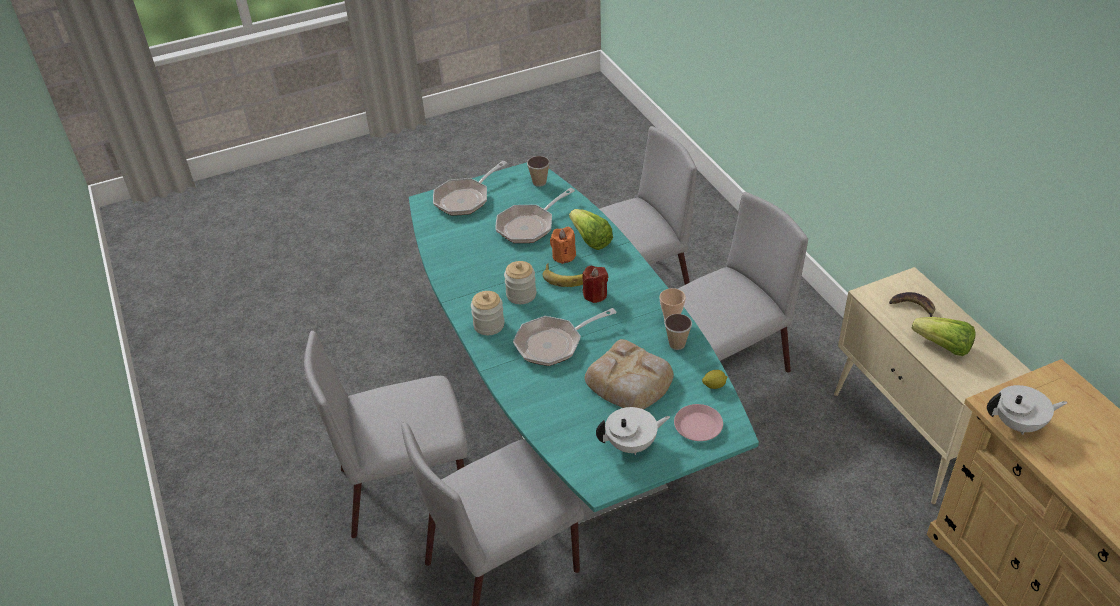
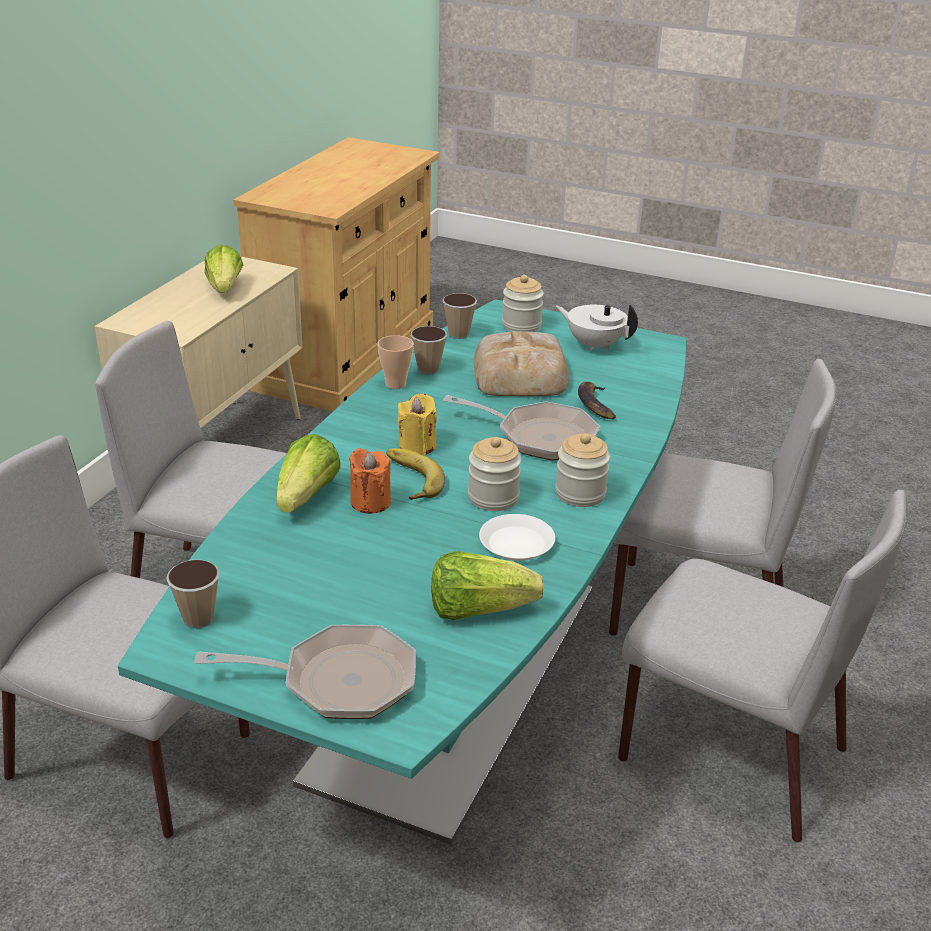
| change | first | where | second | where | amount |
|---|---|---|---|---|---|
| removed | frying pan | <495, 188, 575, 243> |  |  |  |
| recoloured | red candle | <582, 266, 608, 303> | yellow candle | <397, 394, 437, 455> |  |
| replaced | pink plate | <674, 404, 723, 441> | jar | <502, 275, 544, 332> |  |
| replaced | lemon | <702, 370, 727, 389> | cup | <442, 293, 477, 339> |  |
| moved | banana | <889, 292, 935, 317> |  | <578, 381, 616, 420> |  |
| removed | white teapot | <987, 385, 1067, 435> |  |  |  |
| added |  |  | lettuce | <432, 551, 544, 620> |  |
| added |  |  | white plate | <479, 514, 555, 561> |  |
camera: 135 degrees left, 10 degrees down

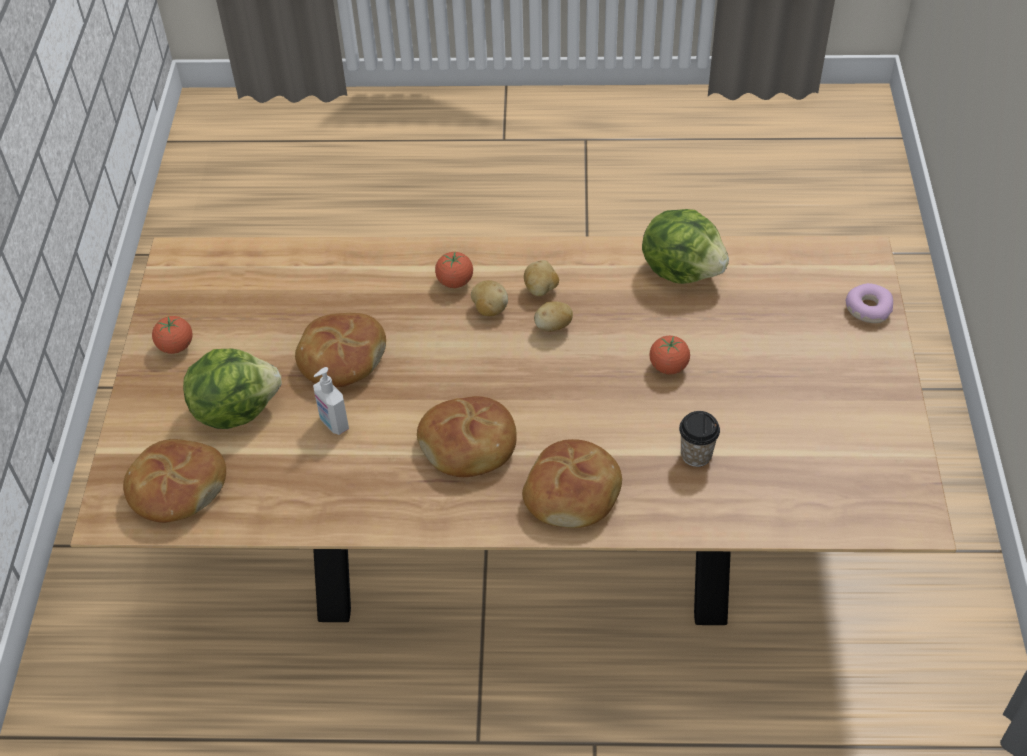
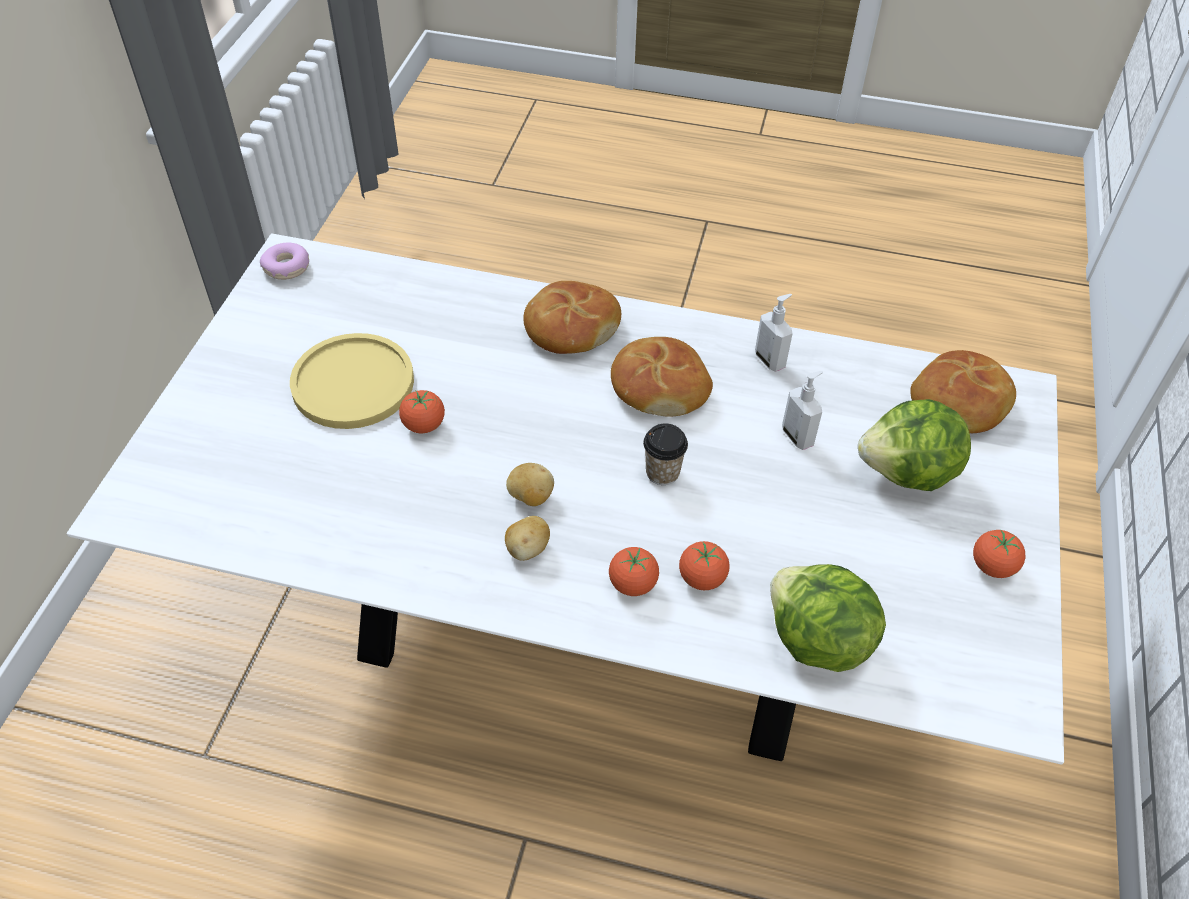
| change | first | where | second | where | amount |
|---|---|---|---|---|---|
| recoloured | brown dining table | <70, 236, 956, 625> | white dining table | <66, 233, 1064, 765> |  |
| removed | bread | <295, 313, 386, 387> |  |  |  |
| removed | potato | <471, 280, 508, 316> |  |  |  |
| moved | lettuce | <642, 209, 729, 284> |  | <770, 564, 886, 672> |  |
| moved | cup | <679, 411, 720, 467> |  | <643, 423, 688, 485> |  |
| moved | donut | <845, 283, 893, 323> |  | <260, 243, 309, 280> |  |
| added |  |  | yellow plate | <290, 333, 414, 429> |  |
| added |  |  | tomato | <679, 541, 729, 590> |  |
| added |  |  | soap dispenser | <755, 294, 793, 372> |  |
camera: 170 degrees left, 0 degrees up

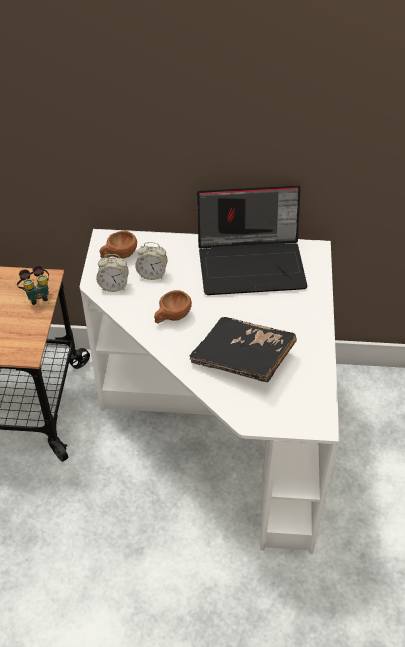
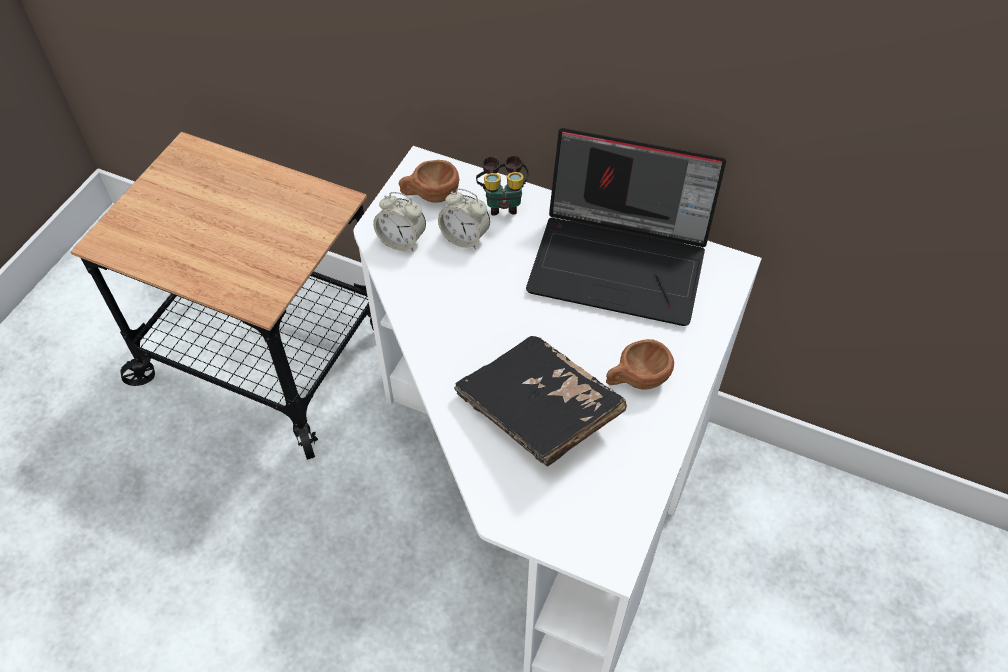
| change | first | where | second | where | amount |
|---|---|---|---|---|---|
| moved | binoculars | <17, 265, 49, 305> |  | <476, 155, 529, 216> |  |
| moved | brown cup | <154, 290, 192, 323> |  | <606, 339, 674, 389> |  |
camera: 20 degrees right, 5 degrees up

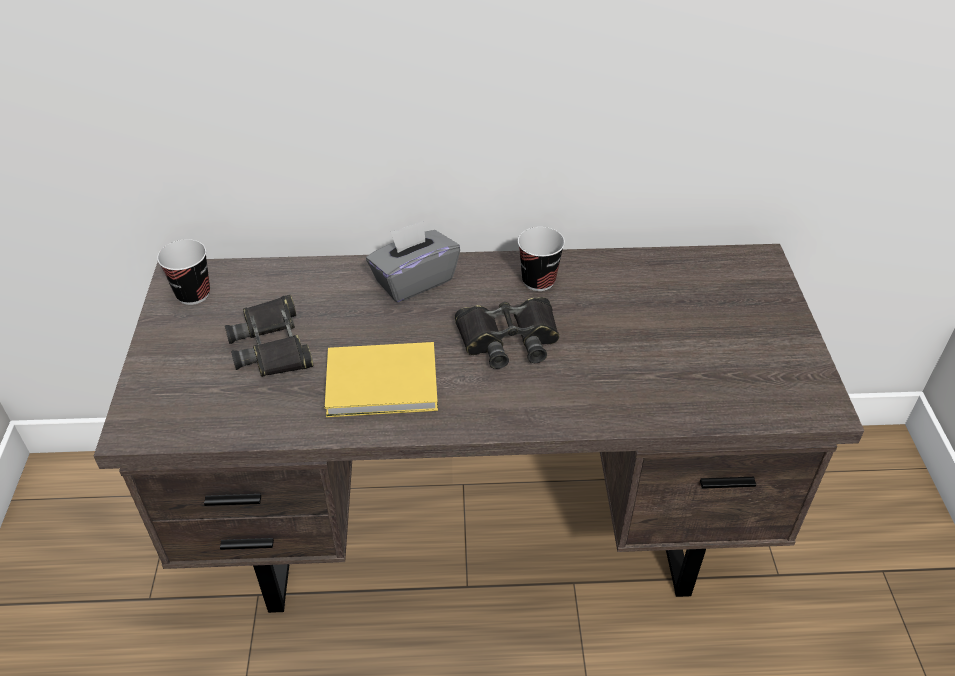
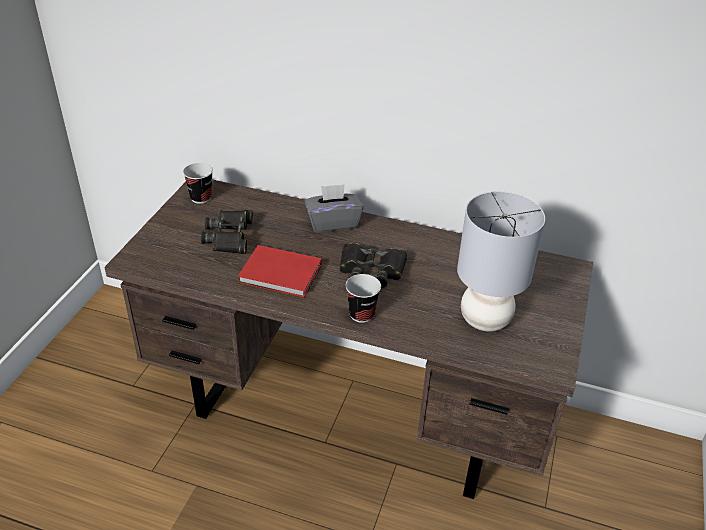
| change | first | where | second | where | amount |
|---|---|---|---|---|---|
| recoloured | yellow book | <325, 342, 438, 417> | red book | <238, 245, 322, 298> |  |
| moved | cup | <518, 227, 565, 291> |  | <345, 274, 381, 323> |  |
| added |  |  | grey table lamp | <457, 191, 545, 332> |  |
camera: 20 degrees right, 5 degrees down

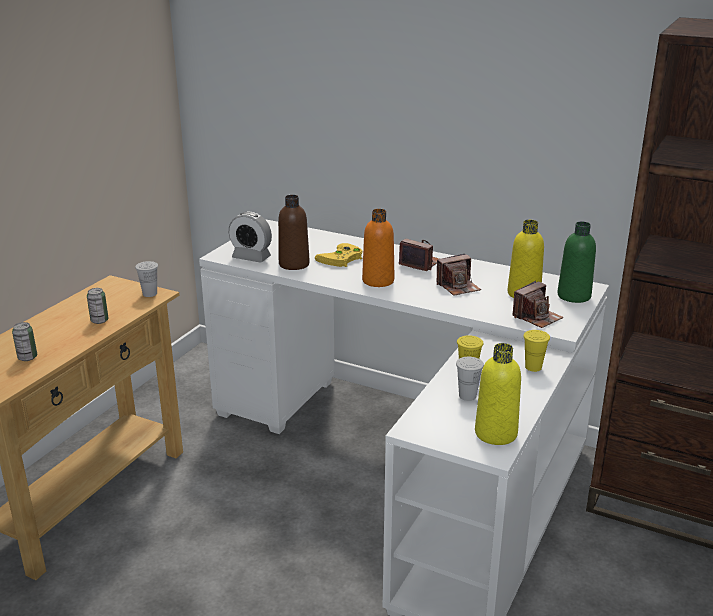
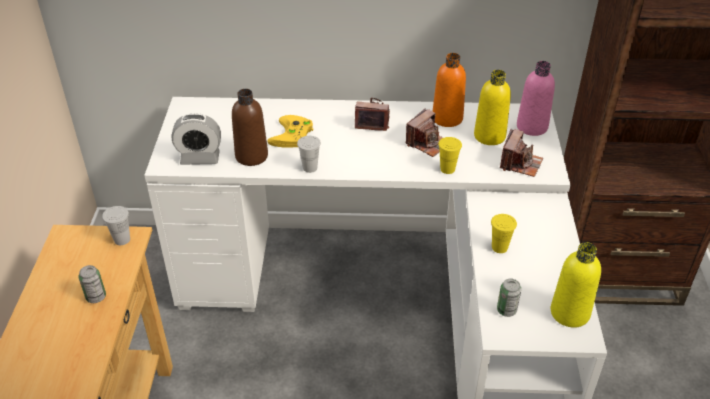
| change | first | where | second | where | amount |
|---|---|---|---|---|---|
| moved | can | <12, 322, 37, 361> |  | <497, 278, 521, 317> |  |
| moved | orange bottle | <362, 209, 394, 287> |  | <433, 53, 466, 127> |  |
| moved | white cup | <456, 357, 484, 401> |  | <297, 136, 321, 173> |  |
| moved | yellow cup | <523, 330, 550, 372> |  | <438, 137, 462, 174> |  |
| recoloured | green bottle | <557, 221, 596, 303> | pink bottle | <517, 61, 555, 136> |  |
camera: 25 degrees left, 15 degrees up

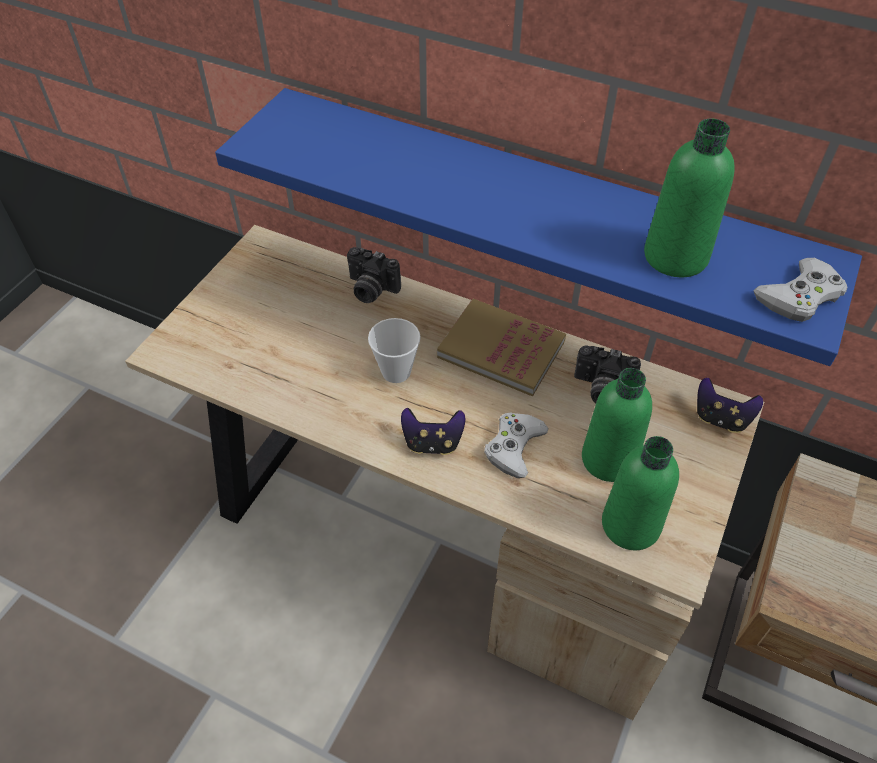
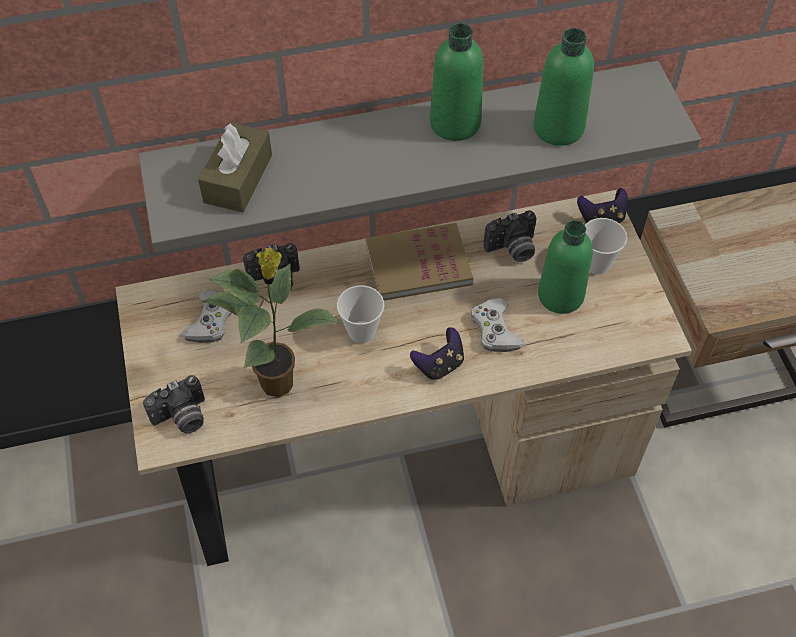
| change | first | where | second | where | amount |
|---|---|---|---|---|---|
| recoloured | blue shelf | <215, 88, 862, 366> | grey shelf | <138, 61, 701, 252> |  |
| moved | green bottle | <602, 436, 679, 550> |  | <430, 23, 484, 141> |  |
| moved | white game controller | <753, 258, 848, 322> |  | <181, 289, 232, 343> |  |
| added |  |  | photo camera | <143, 375, 205, 433> |  |
| added |  |  | brown tissue box | <198, 123, 272, 213> |  |
| added |  |  | potted plant | <201, 248, 341, 397> |  |
| added |  |  | cup | <585, 218, 627, 274> |  |
camera: 40 degrees left, 5 degrees up

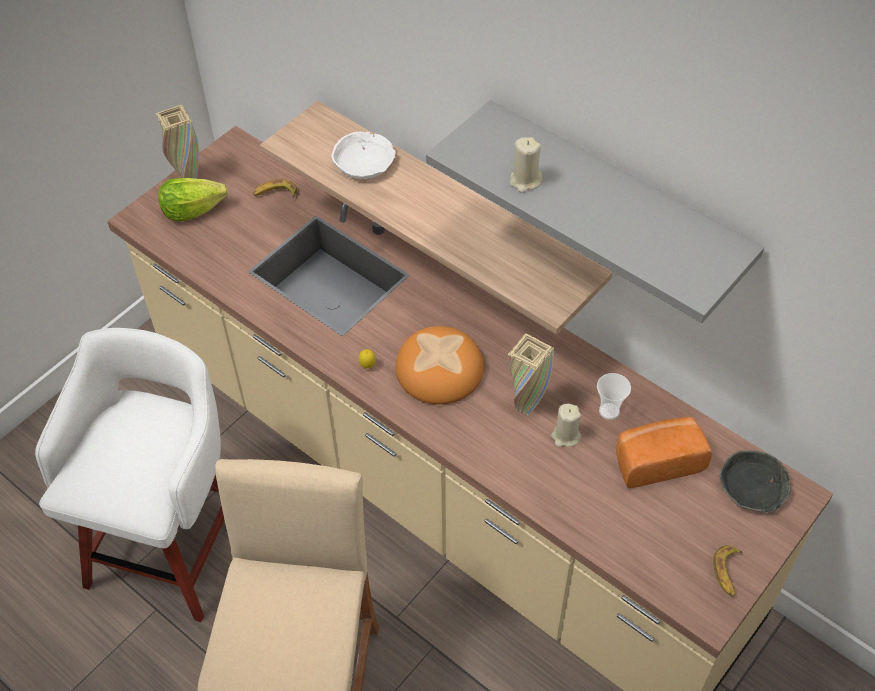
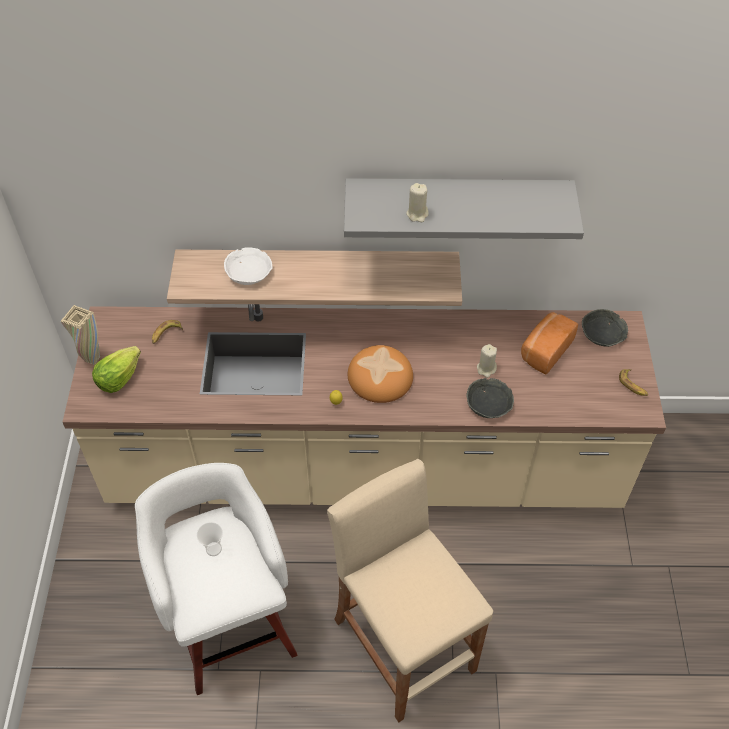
| change | first | where | second | where | amount |
|---|---|---|---|---|---|
| removed | beige vase | <507, 333, 554, 416> |  |  |  |
| moved | cup | <597, 373, 631, 420> |  | <197, 522, 223, 556> |  |
| added |  |  | grey bowl | <466, 378, 514, 418> |  |
camera: 40 degrees left, 0 degrees up

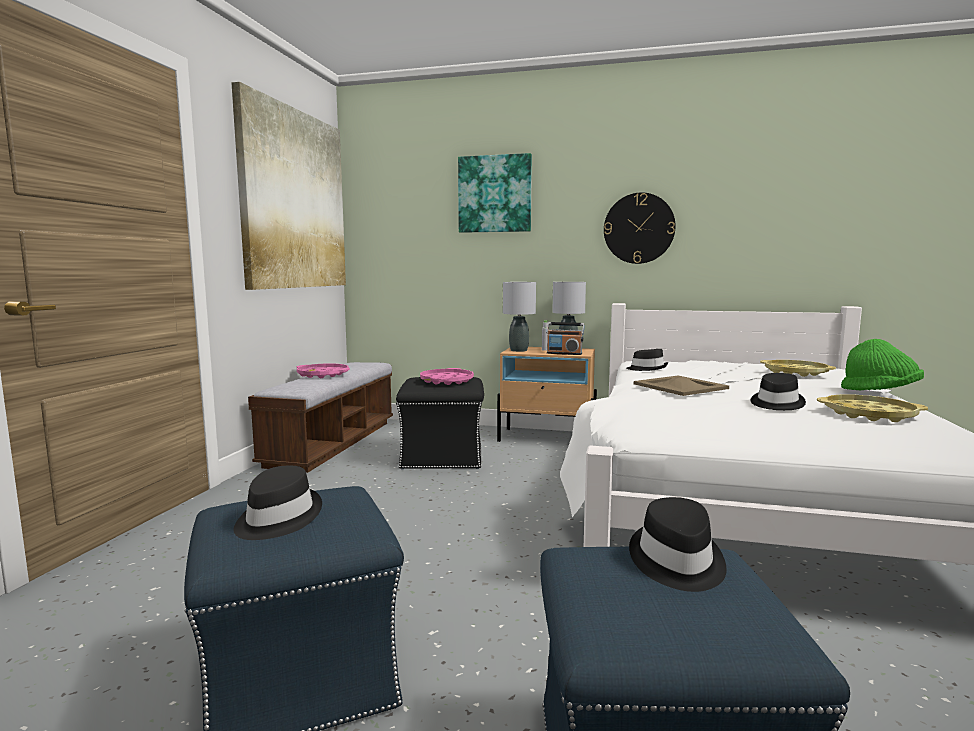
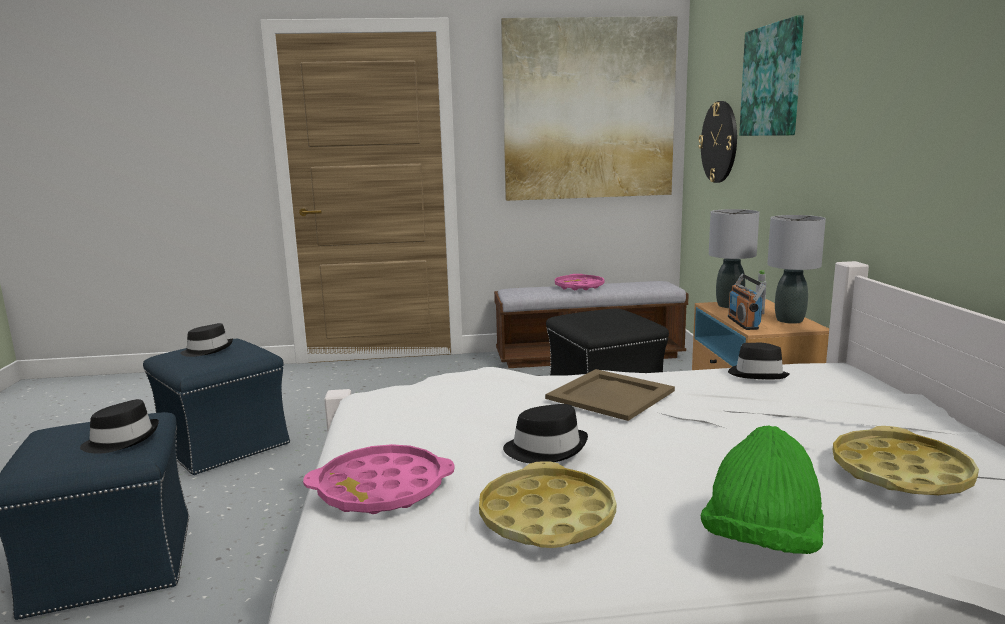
| change | first | where | second | where | amount |
|---|---|---|---|---|---|
| moved | pink tray | <420, 368, 474, 385> |  | <303, 444, 455, 514> |  |
| moved | wall clock | <604, 192, 676, 264> |  | <698, 101, 737, 183> |  |
camera: 70 degrees right, 5 degrees up

